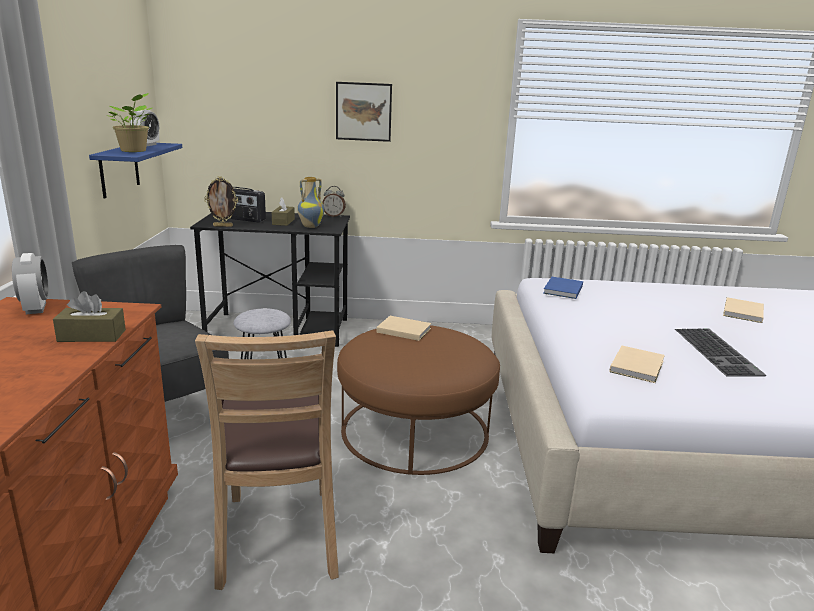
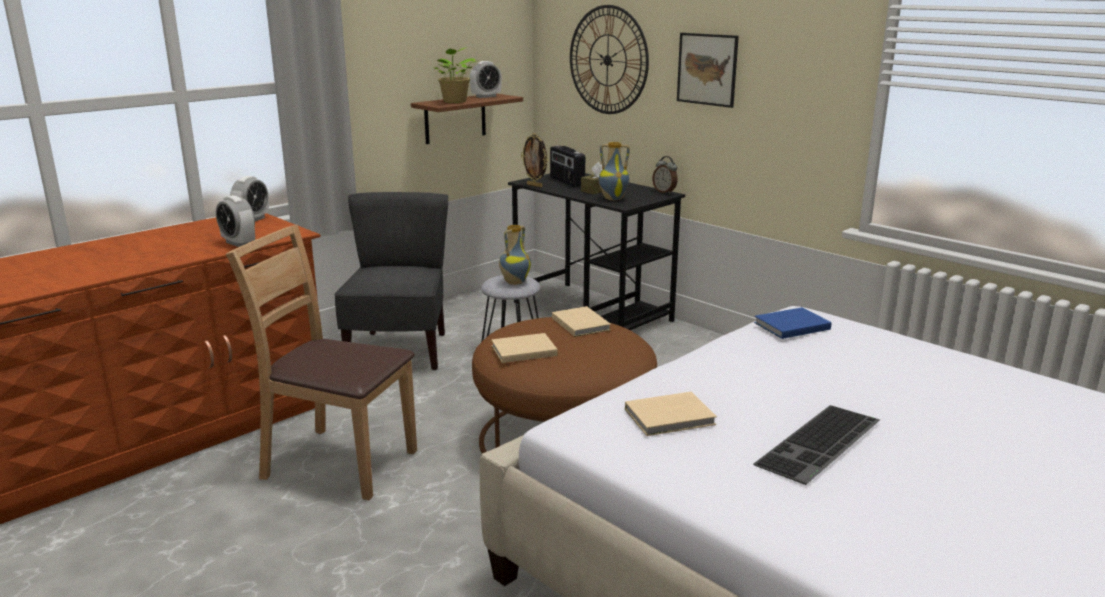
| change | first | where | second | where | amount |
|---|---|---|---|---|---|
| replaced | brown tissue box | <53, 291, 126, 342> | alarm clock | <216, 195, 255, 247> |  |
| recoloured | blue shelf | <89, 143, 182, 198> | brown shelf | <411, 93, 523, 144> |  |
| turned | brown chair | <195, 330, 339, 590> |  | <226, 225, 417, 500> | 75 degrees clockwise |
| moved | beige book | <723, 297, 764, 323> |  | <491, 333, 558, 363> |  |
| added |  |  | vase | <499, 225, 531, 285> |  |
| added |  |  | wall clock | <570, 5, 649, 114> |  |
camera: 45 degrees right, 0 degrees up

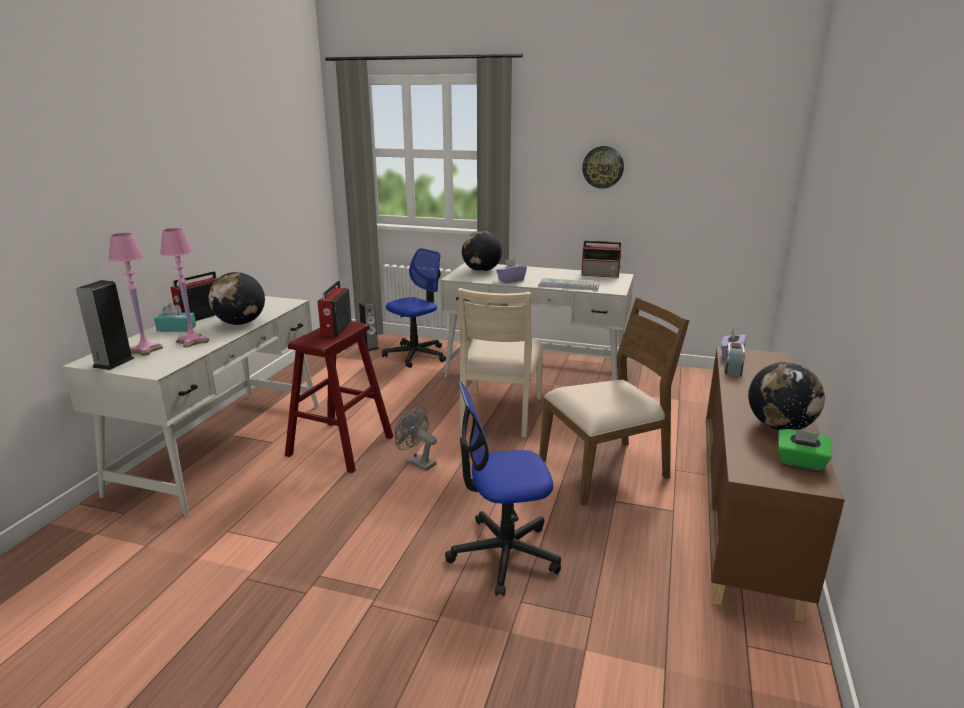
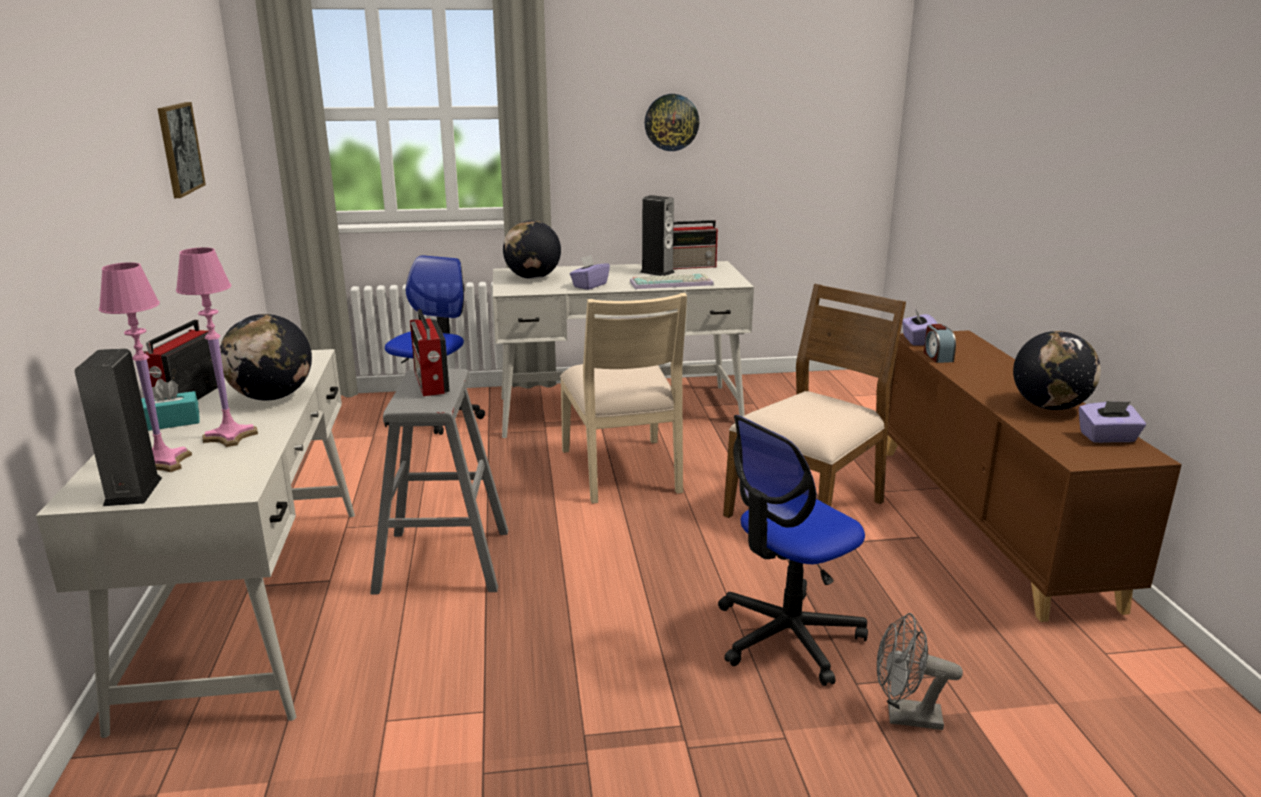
| change | first | where | second | where | amount |
|---|---|---|---|---|---|
| recoloured | red stool | <285, 321, 393, 473> | grey stool | <370, 369, 508, 594> |  |
| moved | speaker | <359, 300, 379, 351> |  | <640, 195, 675, 276> |  |
| moved | grey fan | <395, 407, 437, 471> |  | <877, 613, 963, 730> |  |
| recoloured | green tissue box | <778, 429, 832, 471> | purple tissue box | <1079, 401, 1146, 443> |  |
| added |  |  | picture | <158, 102, 206, 198> |  |
camera: 25 degrees left, 0 degrees up

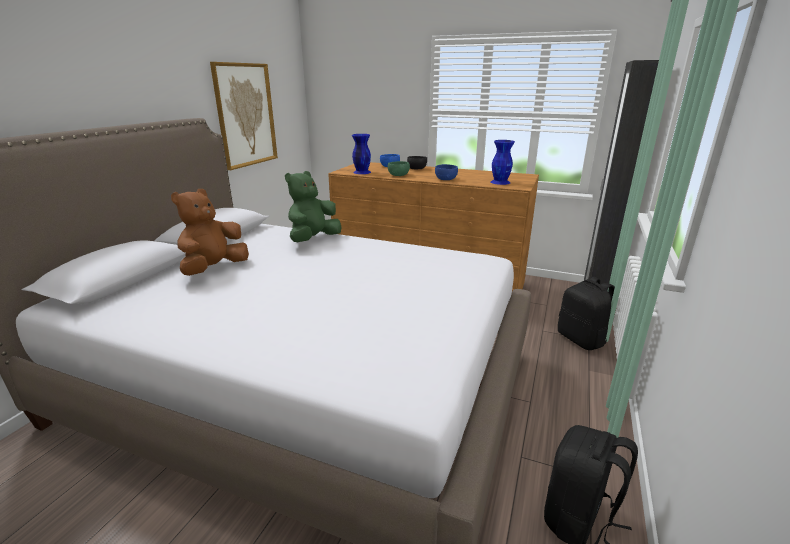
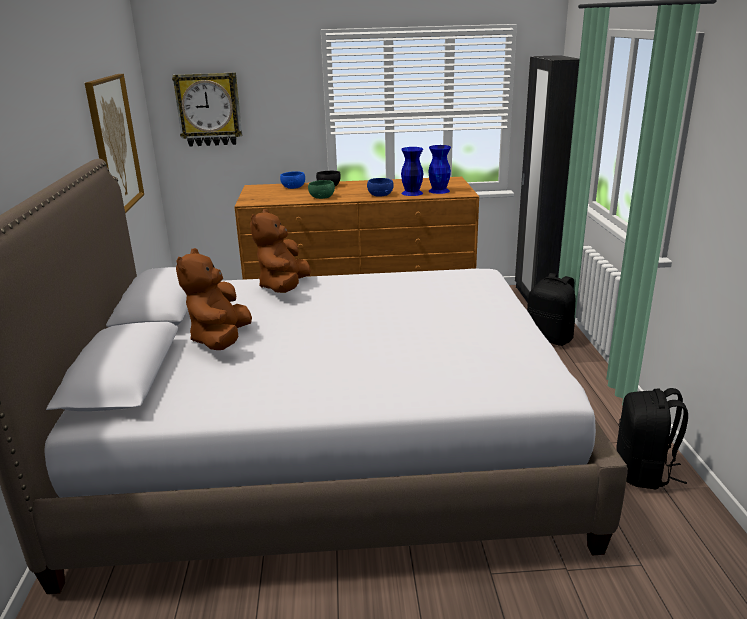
| change | first | where | second | where | amount |
|---|---|---|---|---|---|
| recoloured | green plush toy | <285, 171, 342, 242> | brown plush toy | <250, 209, 311, 293> |  |
| moved | blue vase | <352, 134, 371, 174> |  | <401, 147, 424, 196> |  |
| added |  |  | wall clock | <172, 73, 242, 146> |  |
camera: 25 degrees left, 0 degrees up

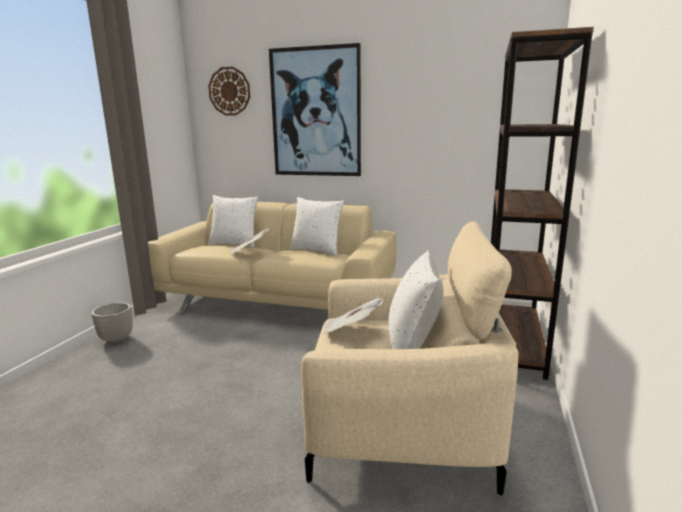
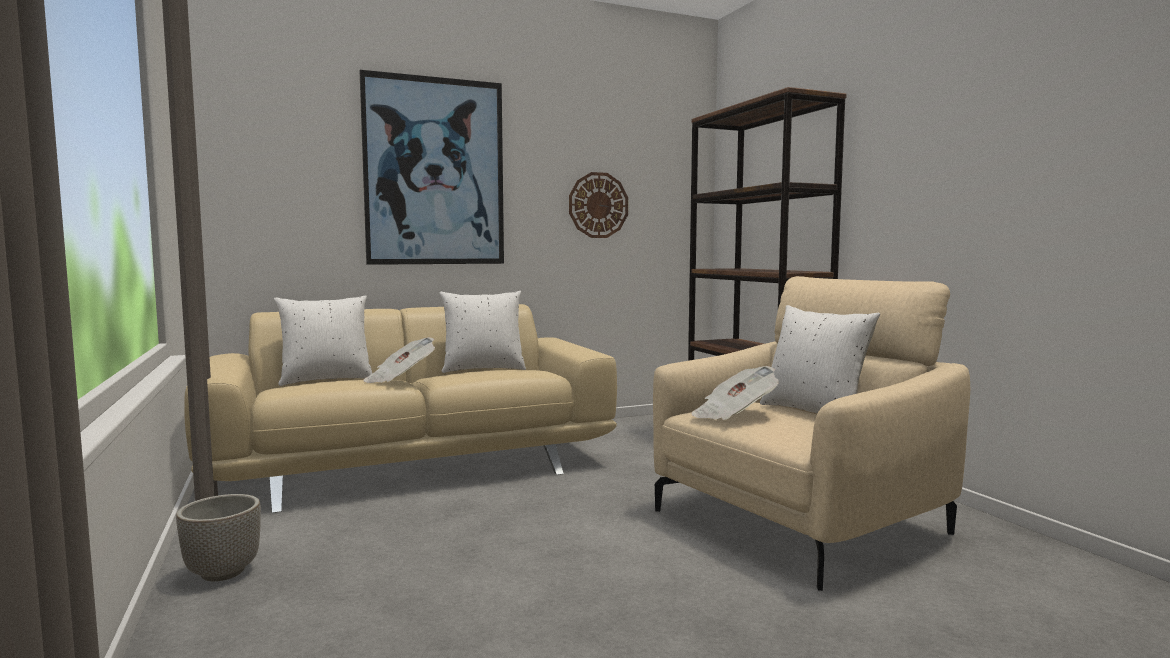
| change | first | where | second | where | amount |
|---|---|---|---|---|---|
| moved | wall clock | <208, 67, 250, 116> |  | <569, 172, 628, 238> |  |
camera: 40 degrees left, 10 degrees down

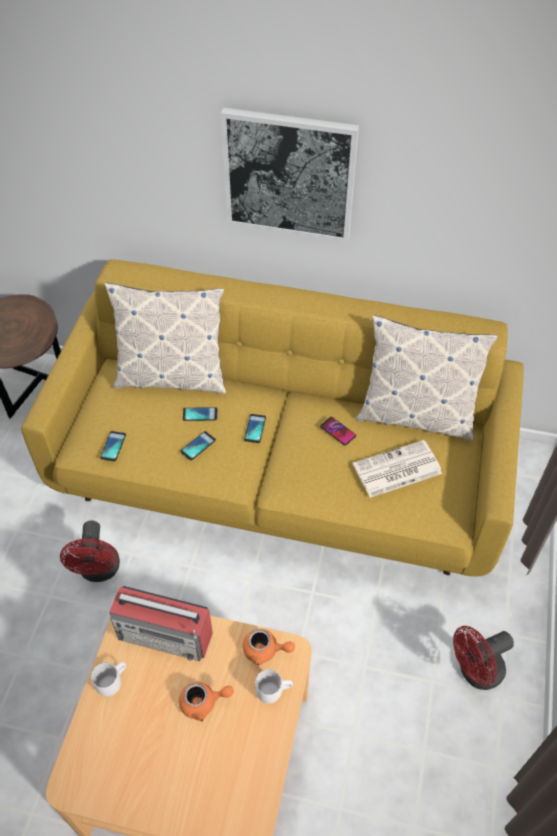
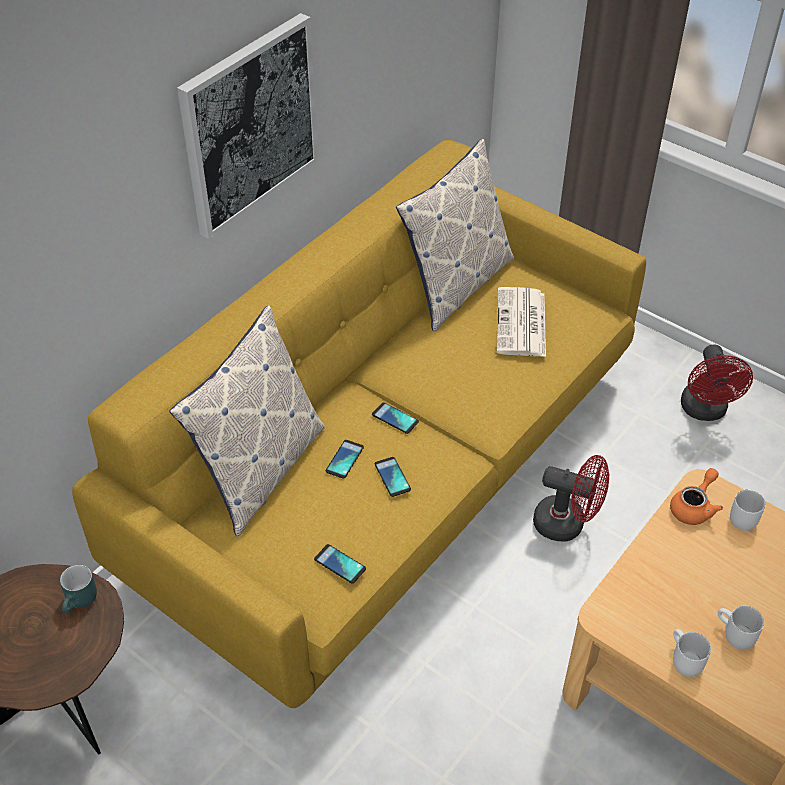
| change | first | where | second | where | amount |
|---|---|---|---|---|---|
| moved | red fan | <60, 520, 120, 582> |  | <533, 455, 609, 541> |  |
| removed | radio | <109, 586, 213, 661> |  |  |  |
| removed | orange teapot | <179, 682, 234, 722> |  |  |  |
| removed | phone | <320, 417, 356, 445> |  |  |  |
| added |  |  | turquoise mug | <60, 565, 97, 613> |  |
| added |  |  | white mug | <718, 606, 764, 650> |  |
camera: 65 degrees left, 5 degrees down

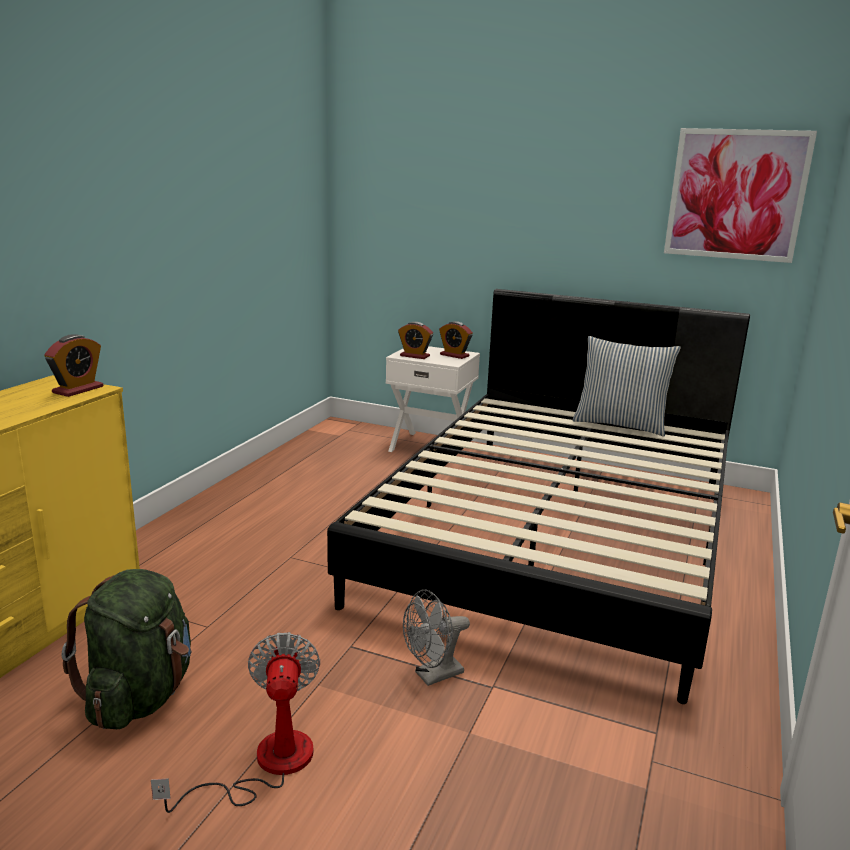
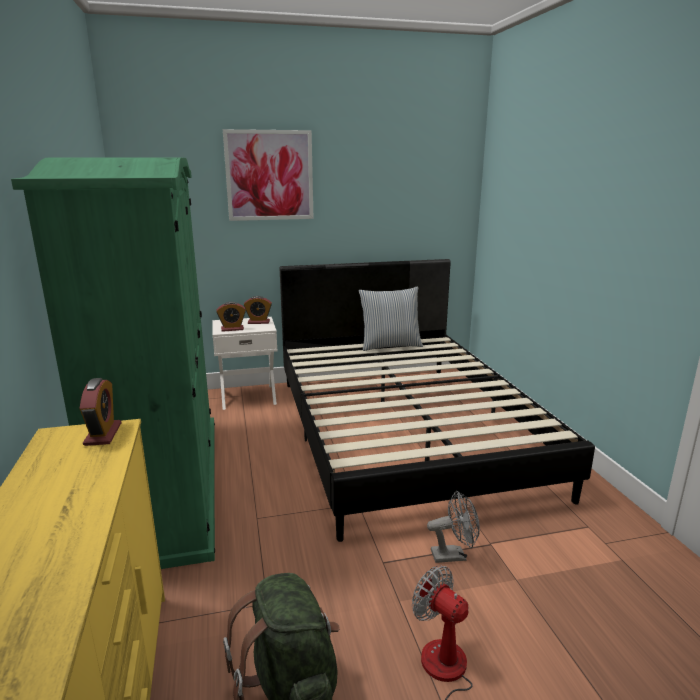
| change | first | where | second | where | amount |
|---|---|---|---|---|---|
| turned | grey fan | <403, 589, 470, 686> |  | <427, 491, 480, 563> | 120 degrees counterclockwise |
| moved | picture | <664, 128, 817, 263> |  | <223, 129, 314, 221> |  |
| added |  |  | green wardrobe | <11, 157, 215, 569> |  |
camera: 35 degrees left, 0 degrees up

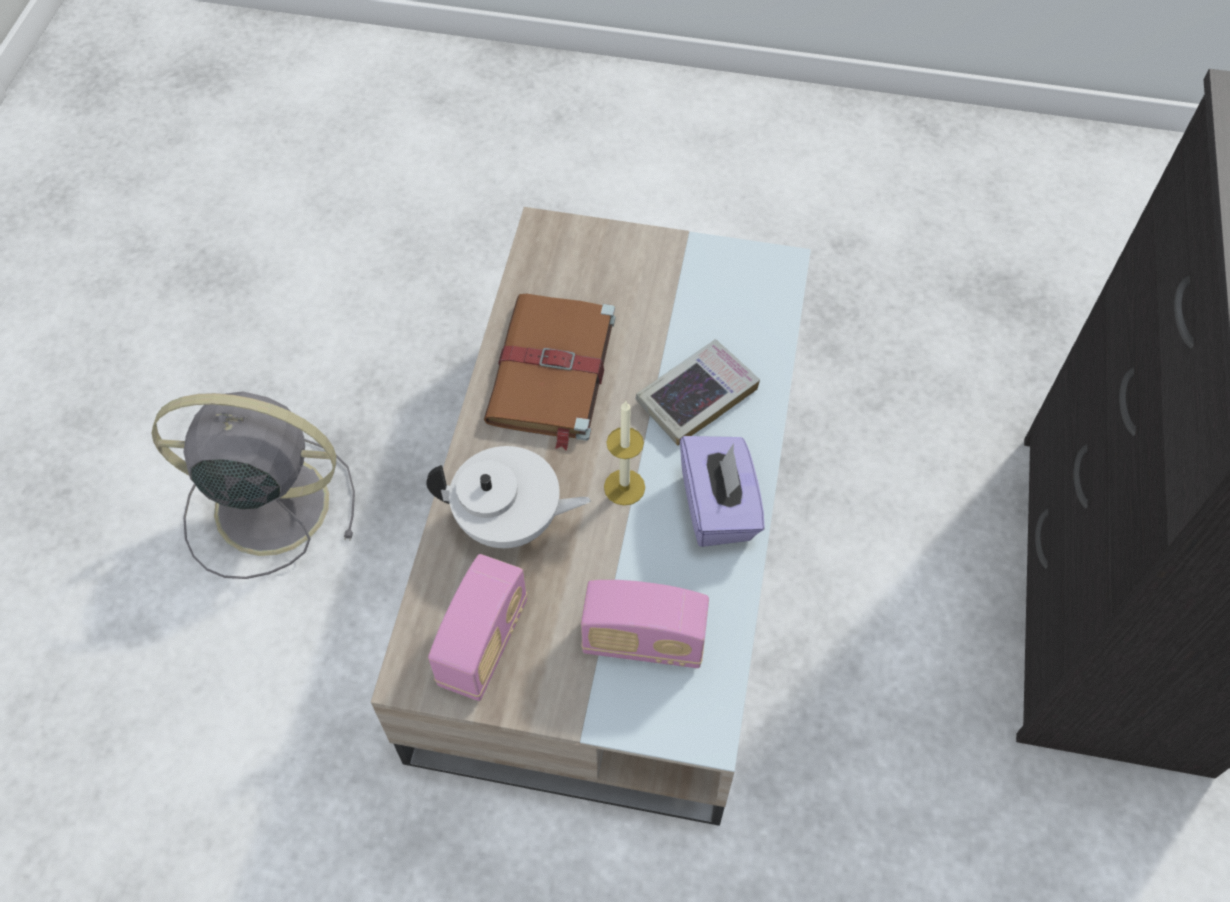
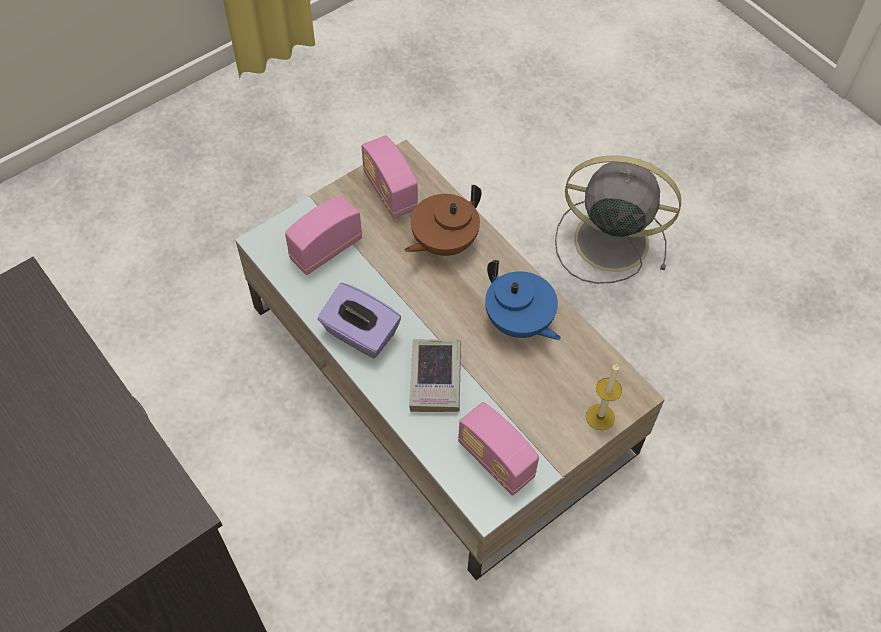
| change | first | where | second | where | amount |
|---|---|---|---|---|---|
| turned | grey fan | <151, 391, 355, 579> |  | <555, 155, 681, 284> | 120 degrees counterclockwise |
| recoloured | white teapot | <426, 446, 591, 548> | brown teapot | <404, 185, 481, 256> |  |
| replaced | brown book | <484, 294, 615, 451> | blue teapot | <485, 260, 561, 340> |  |
| moved | candle | <604, 400, 645, 506> |  | <586, 364, 622, 430> |  |
| added |  |  | radio | <458, 402, 539, 496> |  |
camera: 130 degrees right, 0 degrees up

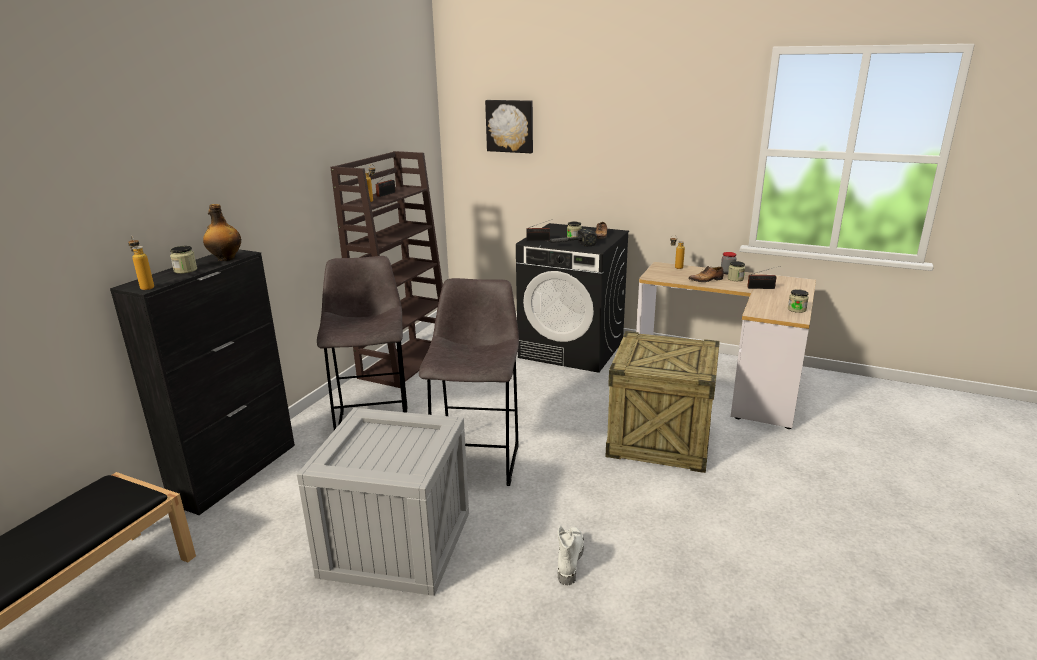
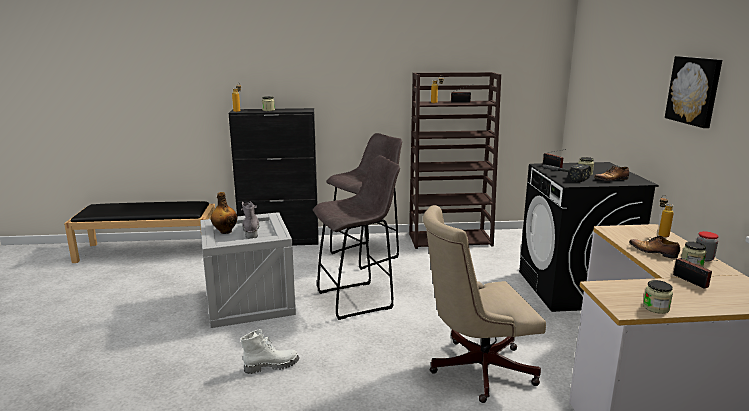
| change | first | where | second | where | amount |
|---|---|---|---|---|---|
| moved | bottle | <203, 204, 241, 261> |  | <211, 192, 237, 234> |  |
| moved | picture | <485, 100, 533, 153> |  | <665, 56, 722, 128> |  |
| replaced | crate | <605, 331, 720, 473> | beige office chair | <423, 205, 546, 403> |  |
| added |  |  | grey boot | <241, 201, 259, 239> |  |
camera: 60 degrees right, 5 degrees down

